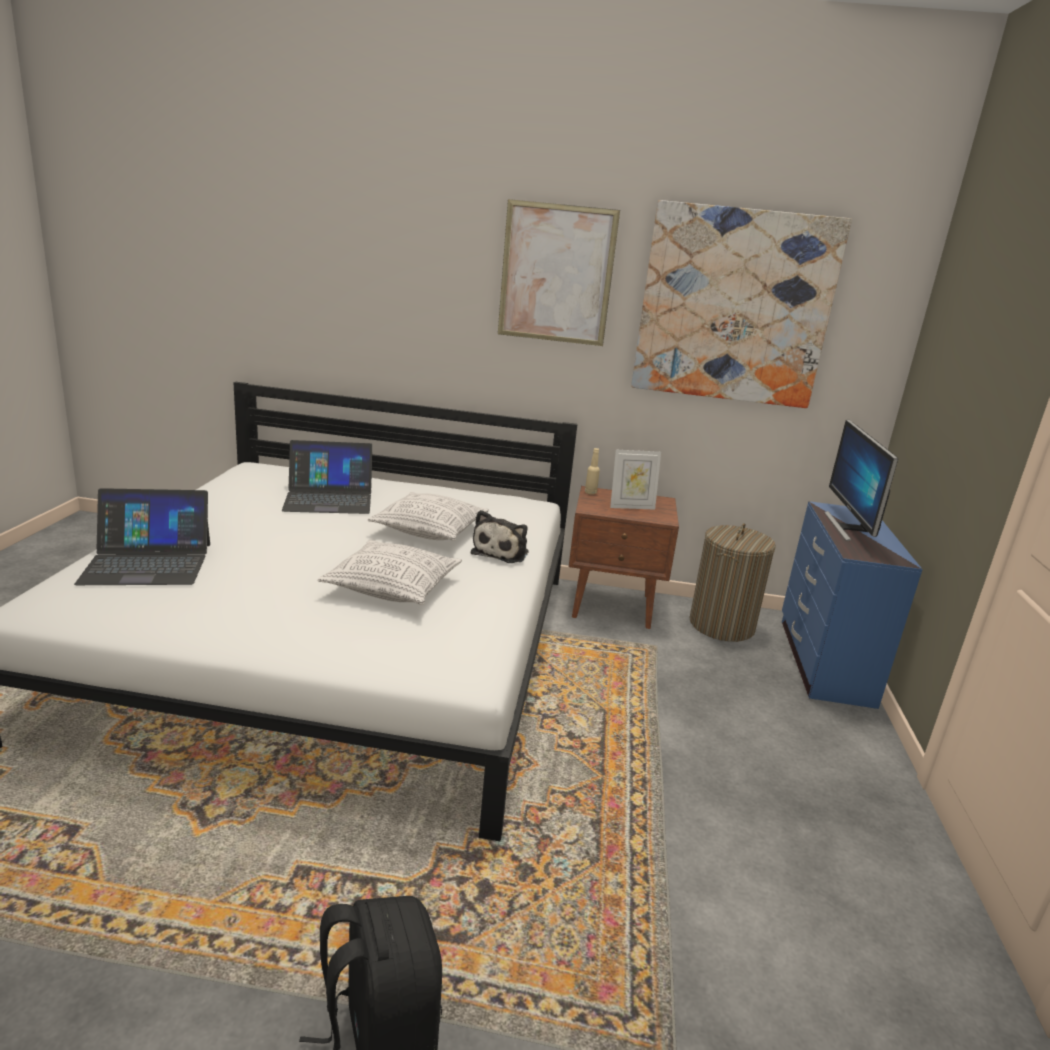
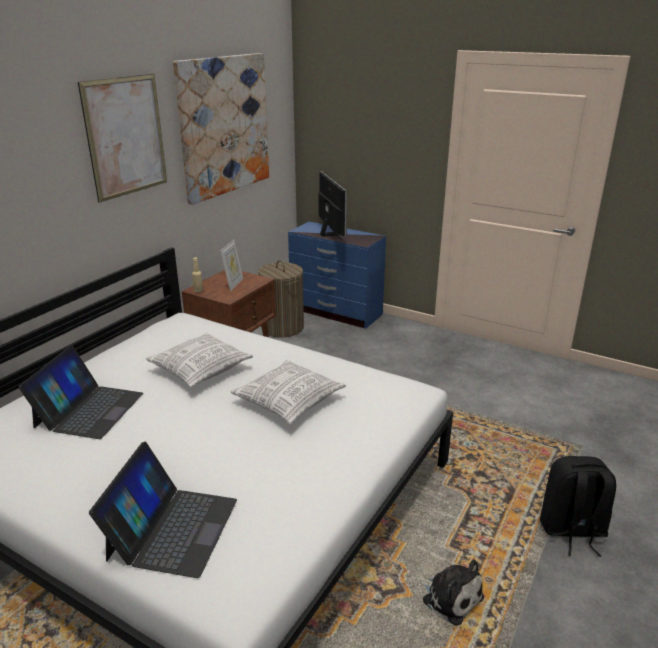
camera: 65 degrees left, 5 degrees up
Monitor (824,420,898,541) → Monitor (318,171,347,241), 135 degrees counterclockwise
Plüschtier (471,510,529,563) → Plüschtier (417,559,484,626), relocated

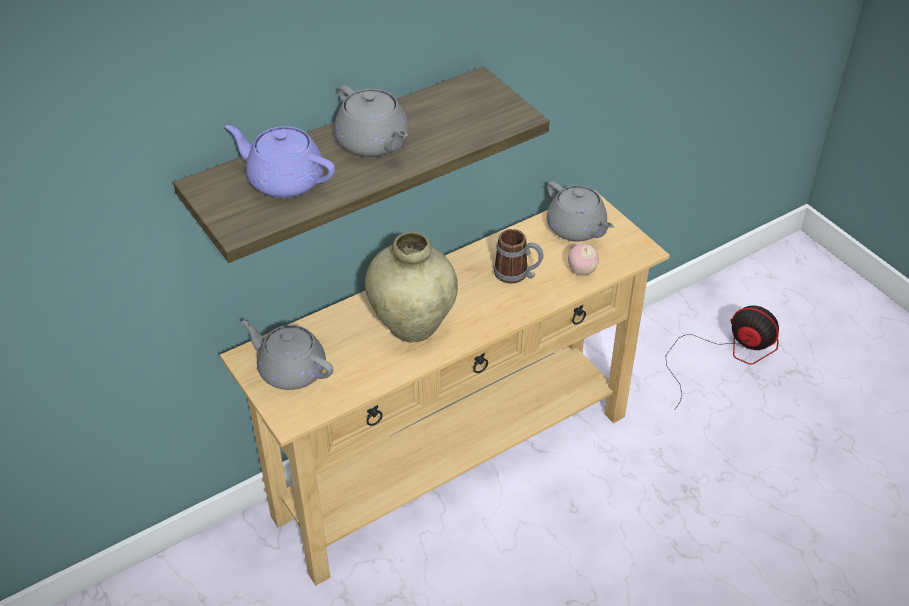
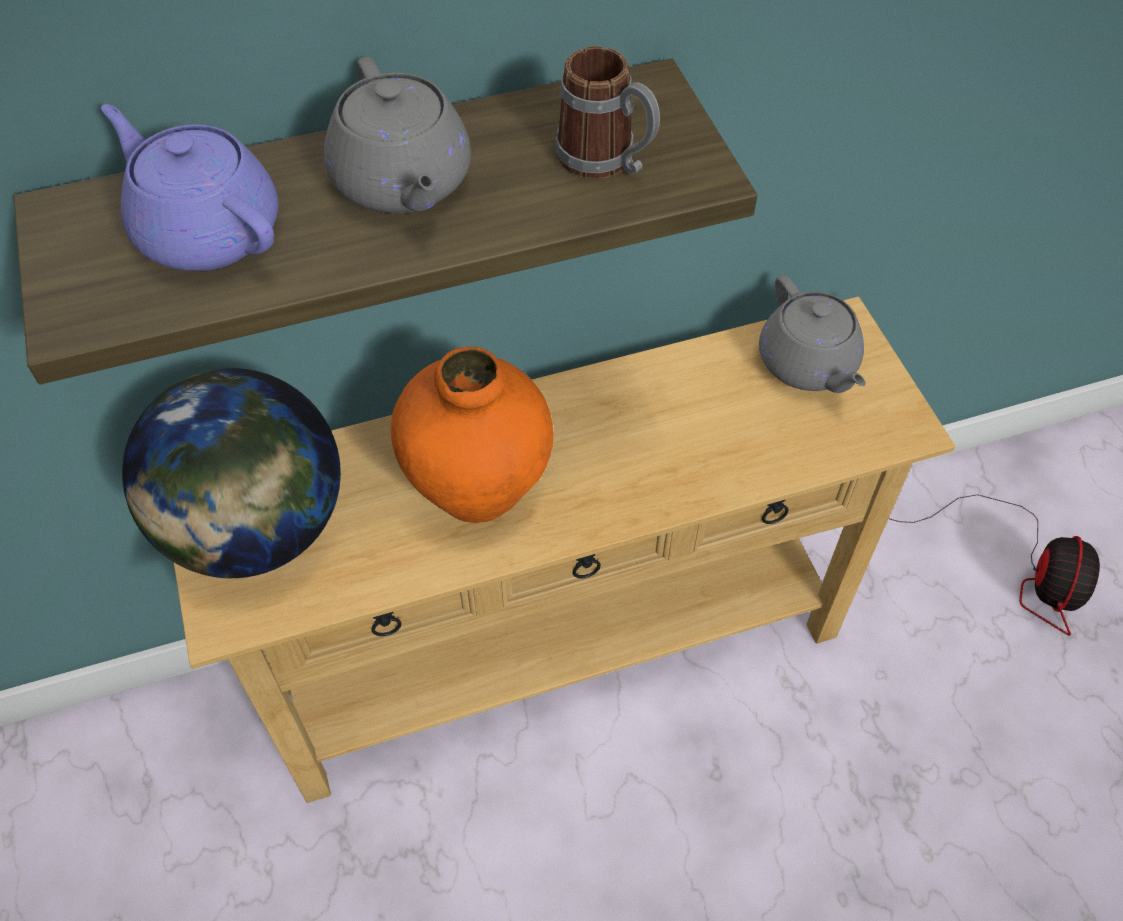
camera: 15 degrees right, 10 degrees up
Henkelbecher (493,229,543,284) → Henkelbecher (555,46,660,179), relocated
Vase [beige] (365,232,458,343) → Vase [orange] (391,347,554,523)
Apfel (568,244,599,276) → -
Ventilator (666,305,779,410) → Ventilator (888,494,1100,636), 60 degrees clockwise
Teekanne [grau] (241,320,333,390) → Globus (122,368,341,578)

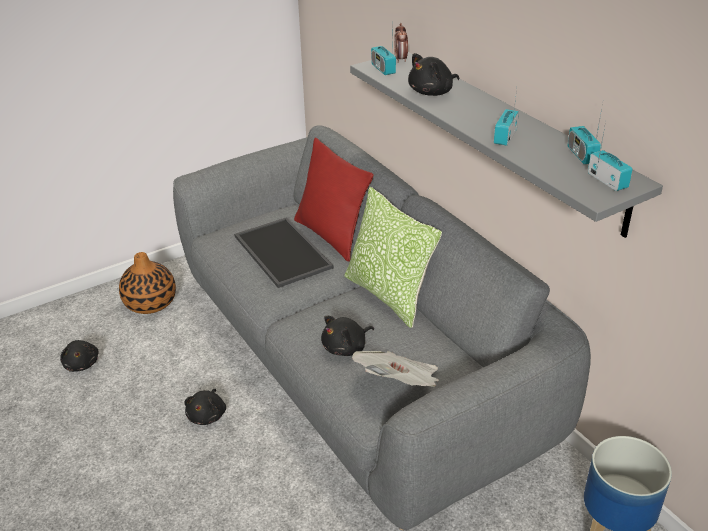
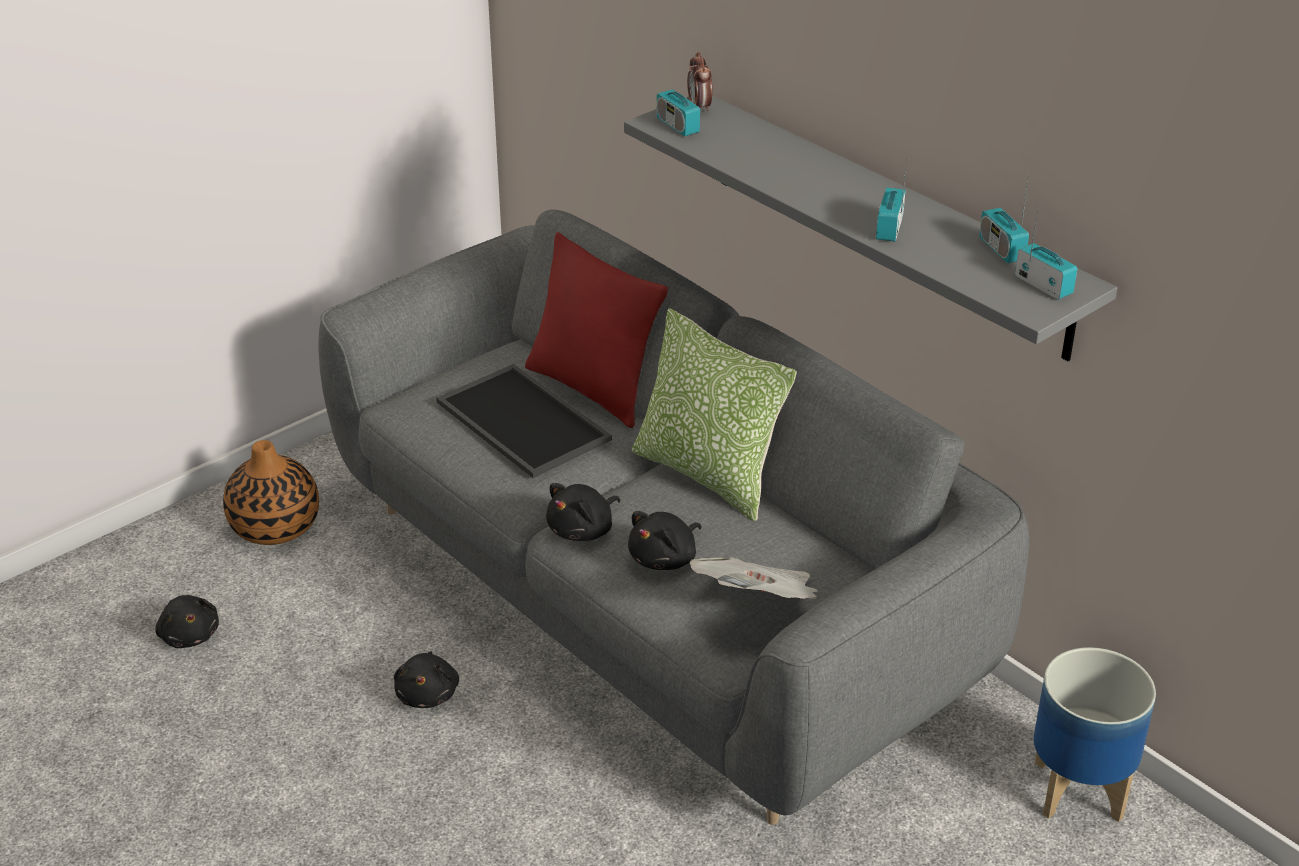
camera: 10 degrees left, 0 degrees up
Plüschtier [schwarz] (408,53,459,96) → Plüschtier [schwarz] (546,483,620,541), relocated

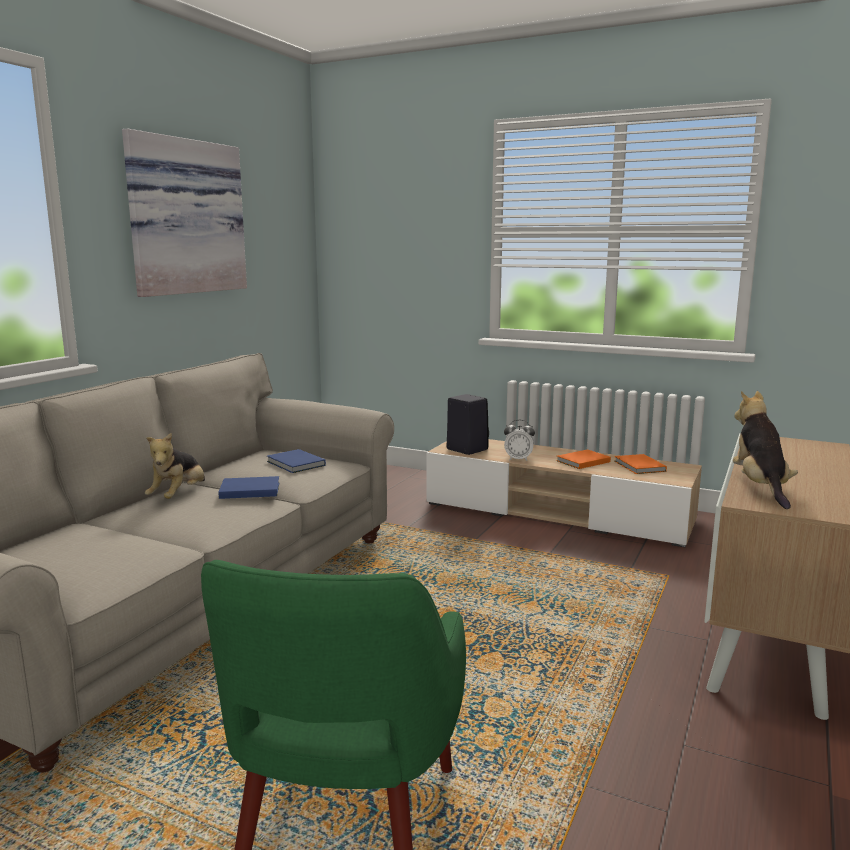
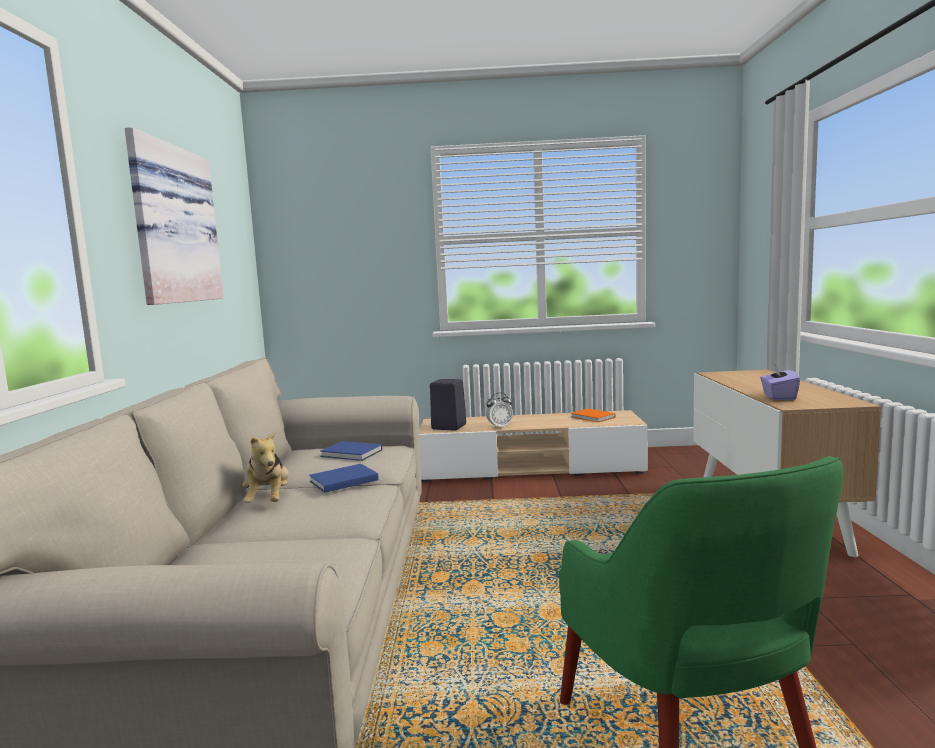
camera: 25 degrees left, 5 degrees down
Plüschtier (733,391,798,509) → Taschentuchbox [lila] (760,364,800,400)
Buch [orange] (556,449,611,469) → -

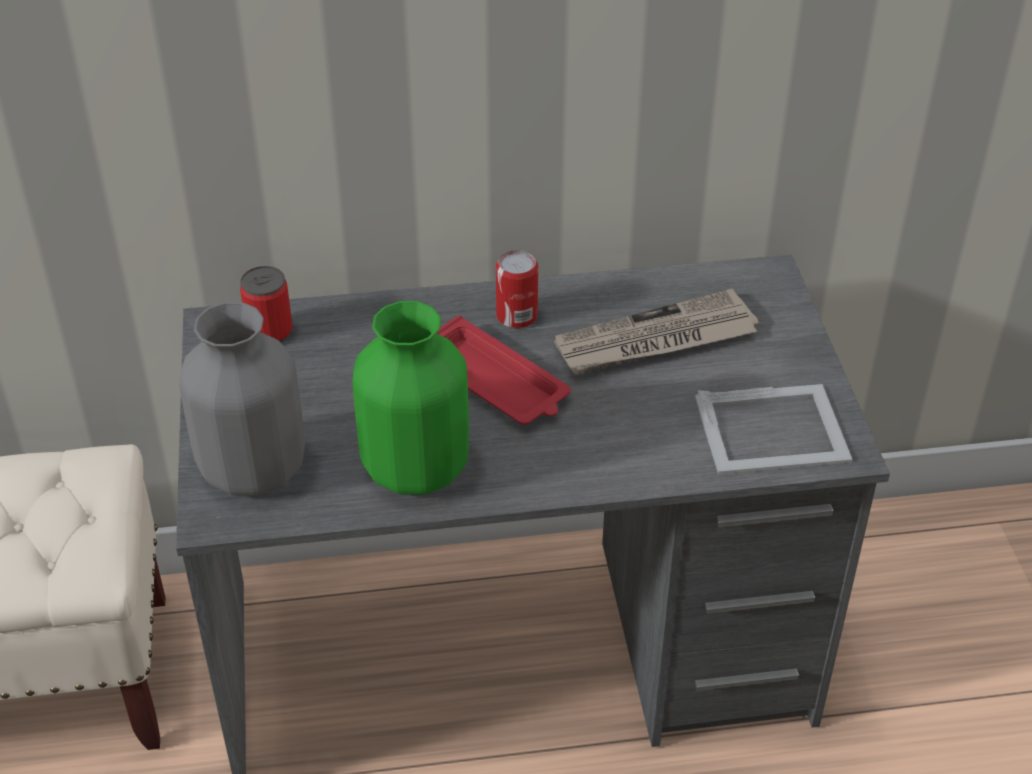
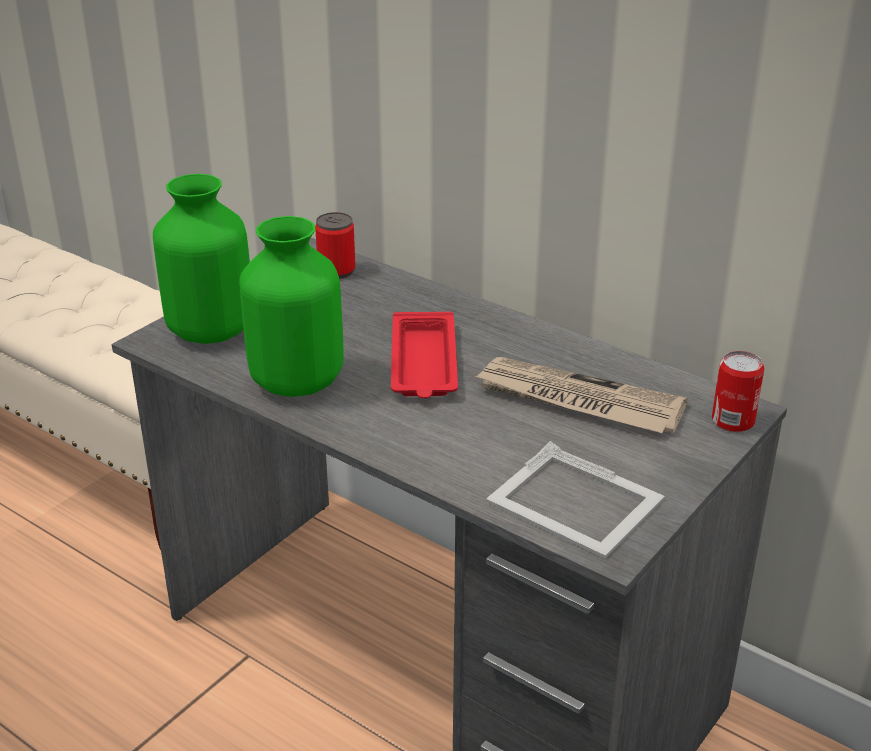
camera: 45 degrees right, 10 degrees down
Dose (496,250,538,328) → Dose (712,351,764,432), relocated
Vase [grau] (179,302,305,496) → Vase [grün] (153,174,250,344)

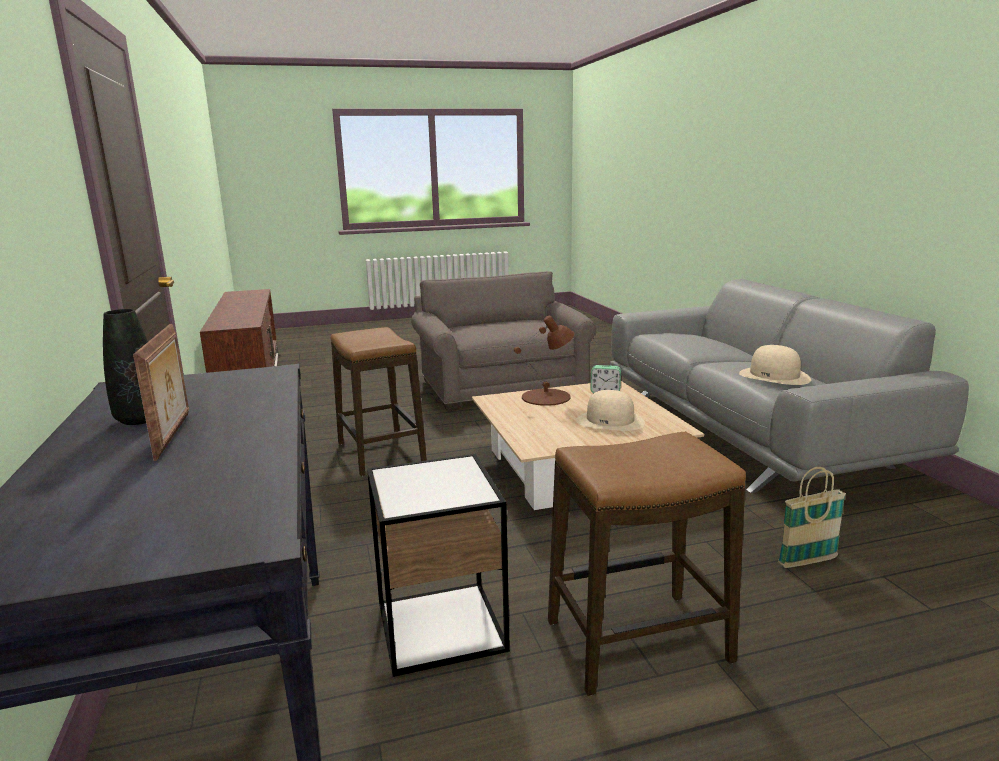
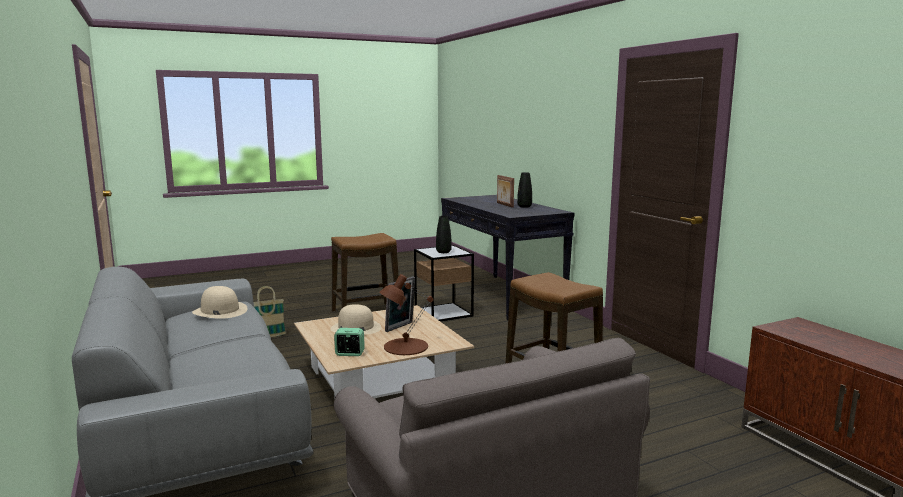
camera: 170 degrees right, 5 degrees down
- → Vase [schwarz] (436,216,452,253)
- → Bilderrahmen (385,277,415,332)

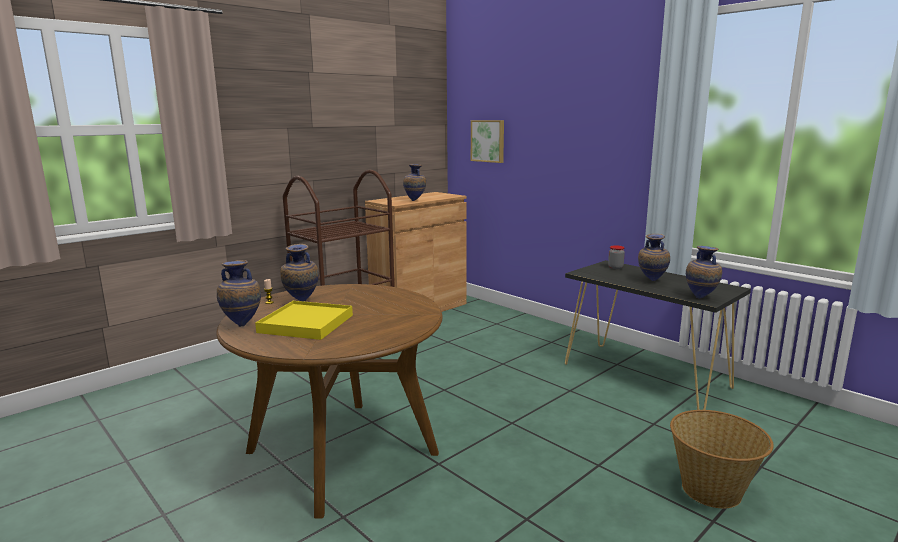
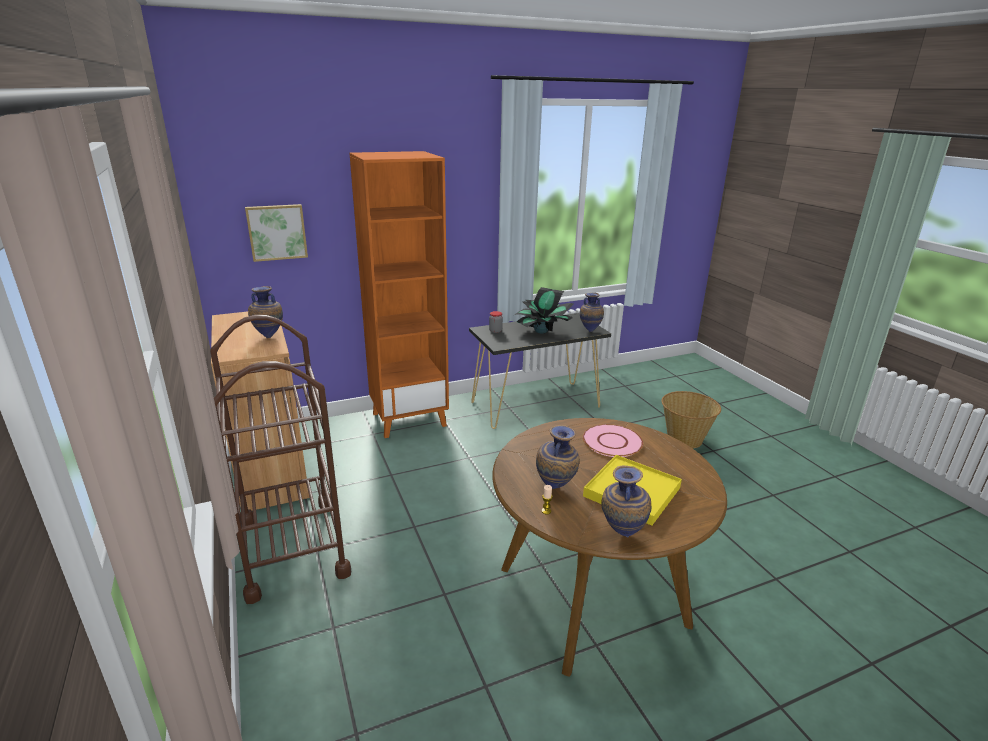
camera: 70 degrees left, 10 degrees up
Vase (638,234,670,281) → Topfpflanze (514,287,574,334)
- → Bücherregal [orange] (349,151,449,438)
- → Teller [rosa] (583,424,643,457)

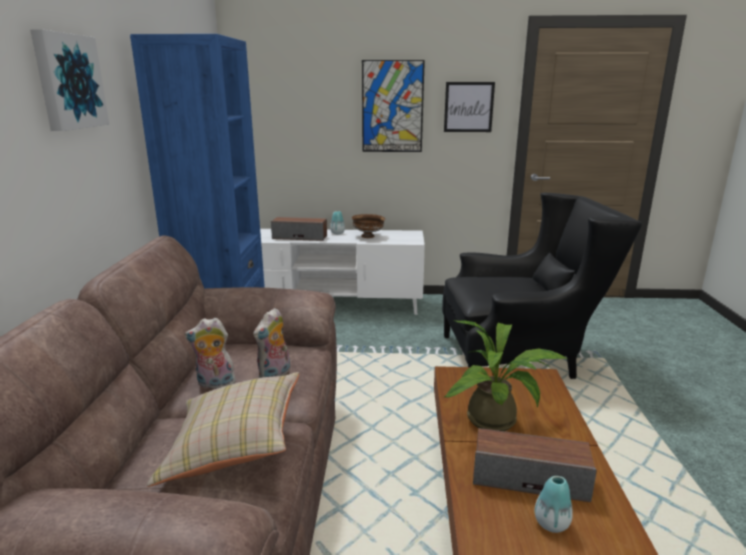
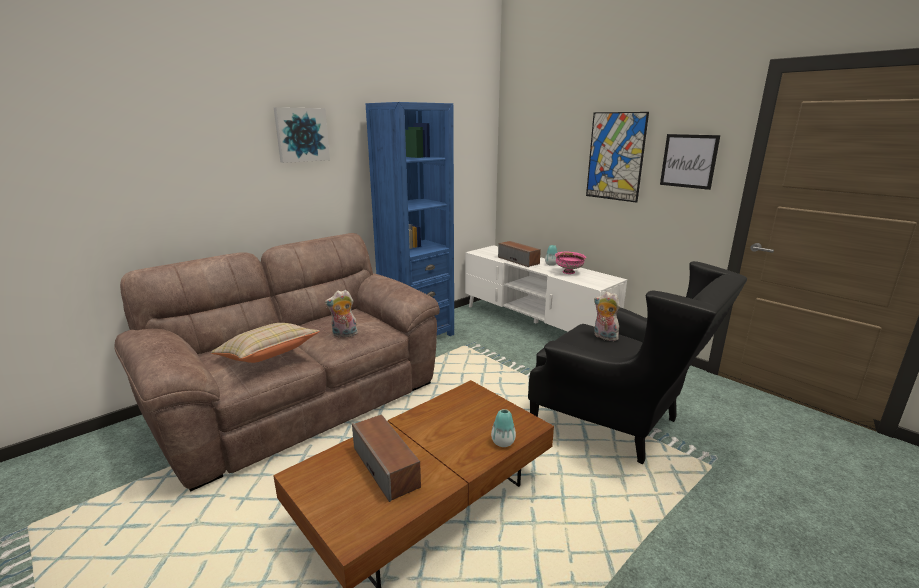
camera: 45 degrees right, 0 degrees up
Schüssel [braun] (352,214,385,238) → Schüssel [rosa] (555,252,586,274)
Plüschtier (185,318,236,389) → Plüschtier (594,292,620,341), relocated
Topfpflanze (444,320,568,431) → -
Vase (535,476,573,533) → Vase (491,409,516,447), relocated

